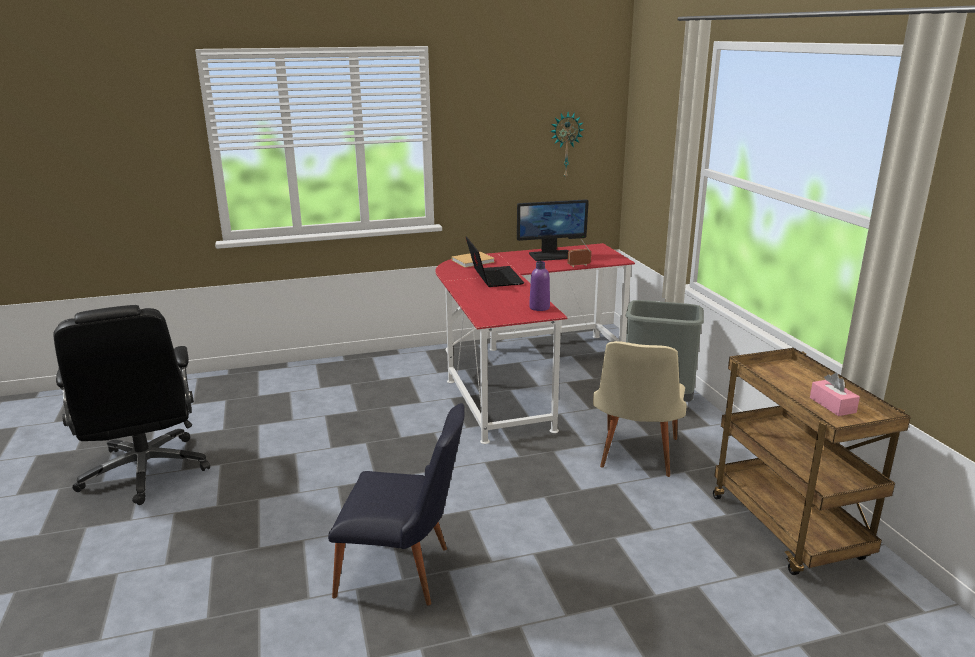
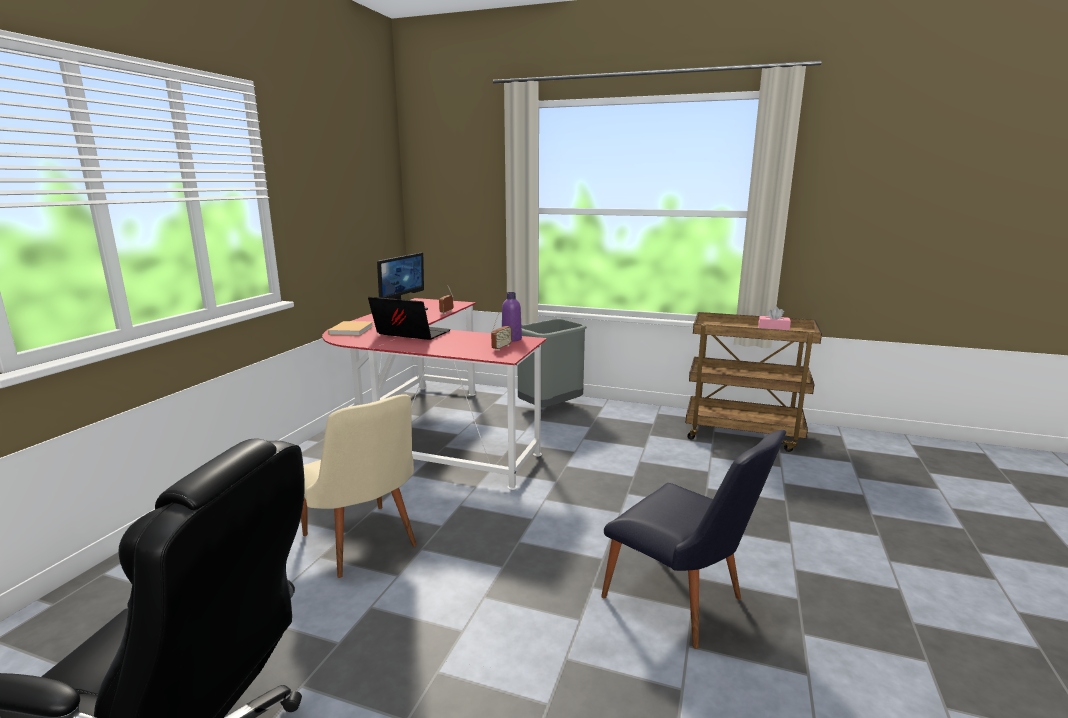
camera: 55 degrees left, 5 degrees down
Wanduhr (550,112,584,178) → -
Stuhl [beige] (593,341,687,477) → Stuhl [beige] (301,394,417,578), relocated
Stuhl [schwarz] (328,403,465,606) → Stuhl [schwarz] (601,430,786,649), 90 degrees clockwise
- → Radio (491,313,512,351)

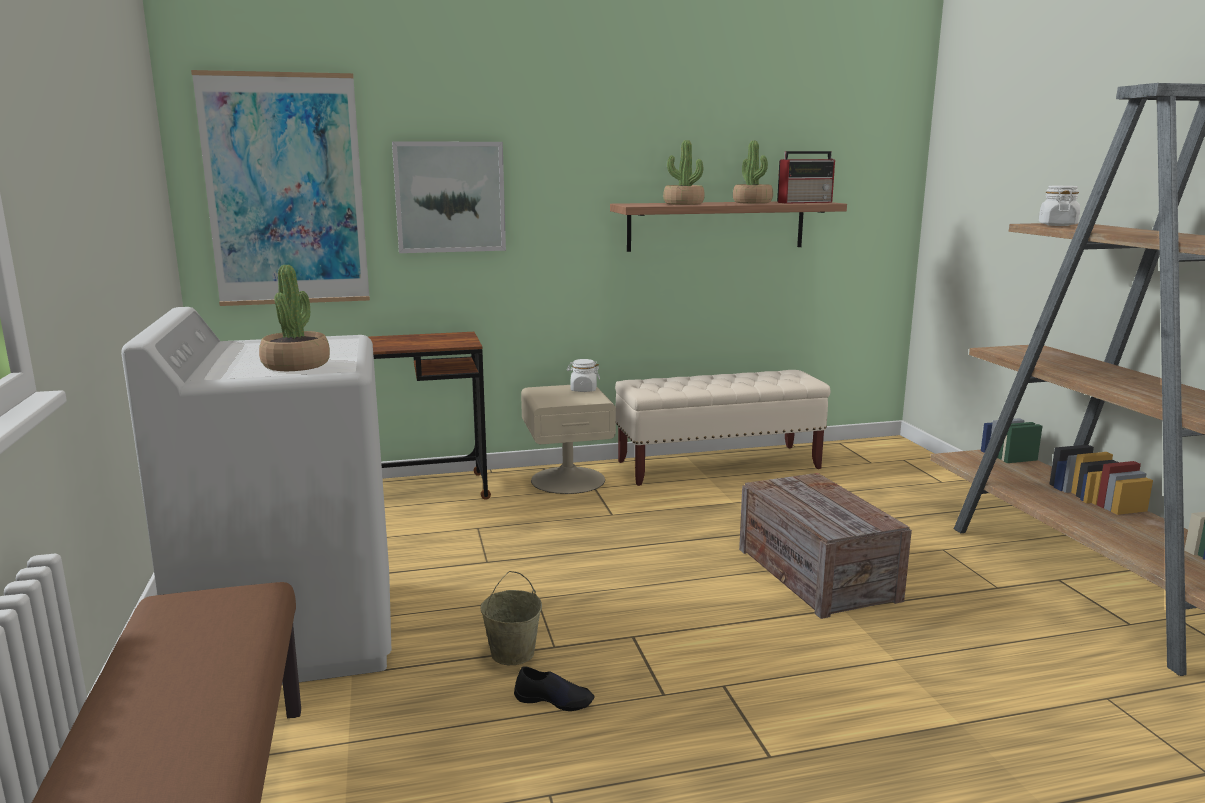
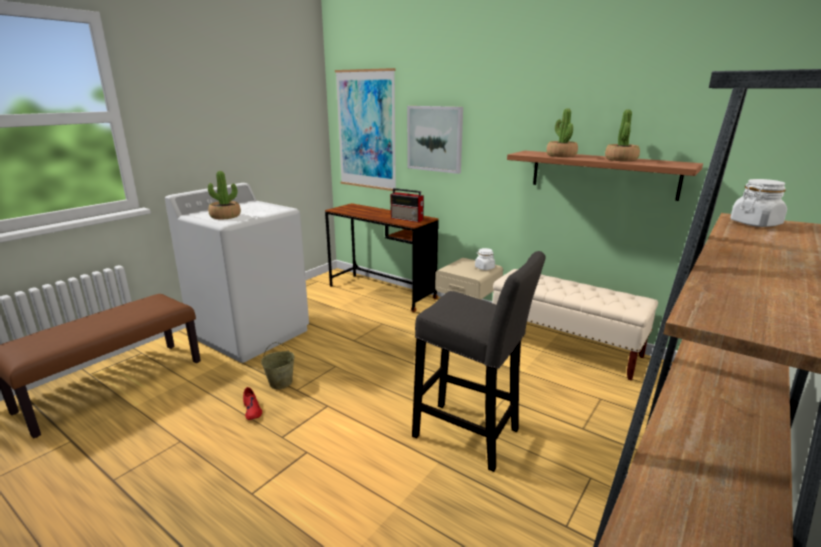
camera: 50 degrees right, 5 degrees up
Radio (777,151,835,204) → Radio (391,188,424,222), relocated
Kiste (739,473,912,619) → Hocker [grau] (412,251,546,472)
Schuh [schwarz] (514,666,594,711) → Schuh [rot] (243,387,262,420)

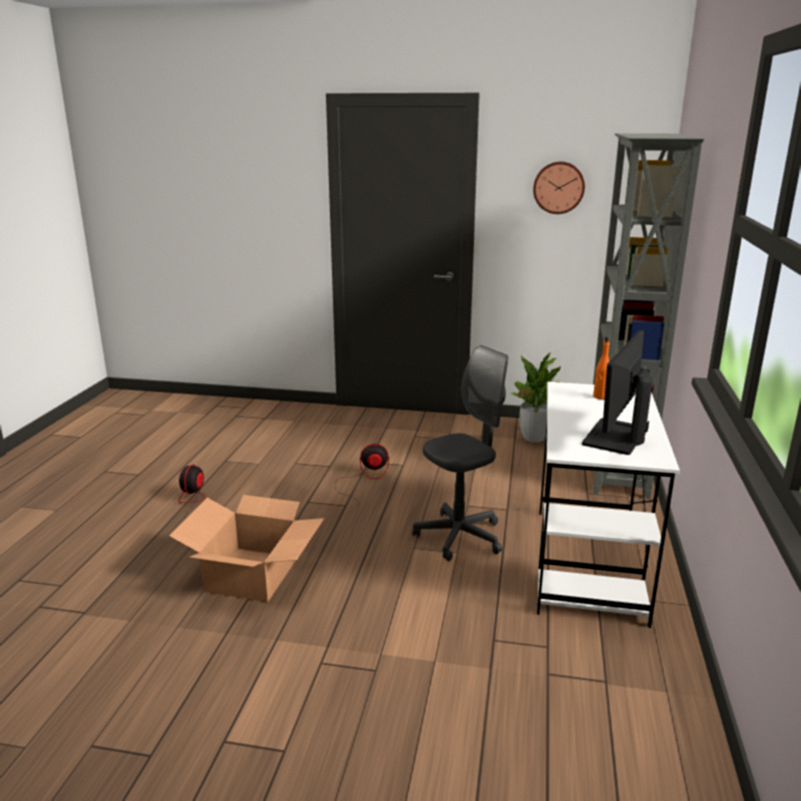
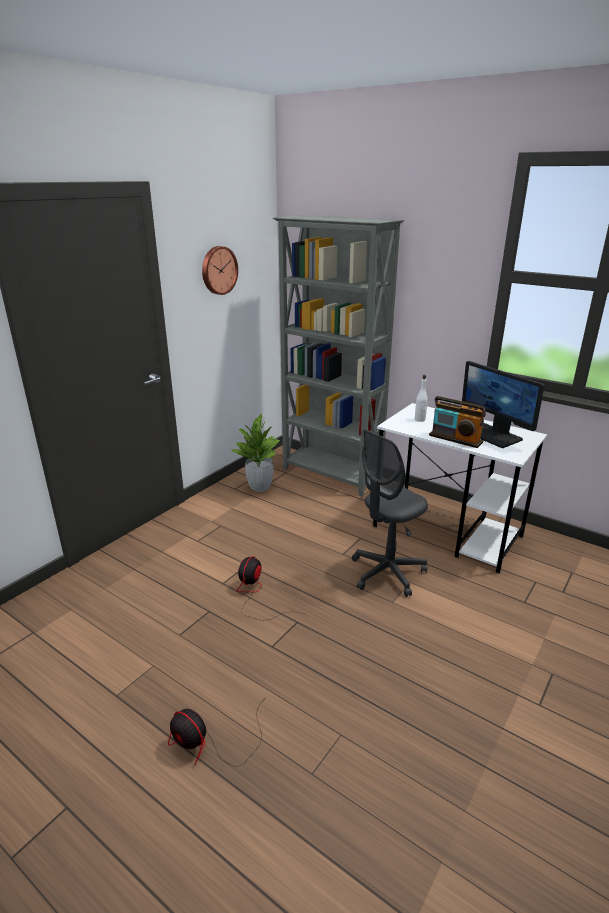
camera: 65 degrees left, 5 degrees up
Flasche [orange] (593,336,610,399) → Flasche [weiß] (415,375,428,422)
Bürostuhl [grau] (412,345,508,561) → Bürostuhl [grau] (352,429,428,597), 120 degrees counterclockwise
Karton (169,495,324,602) → -
- → Radio (429,396,486,448)

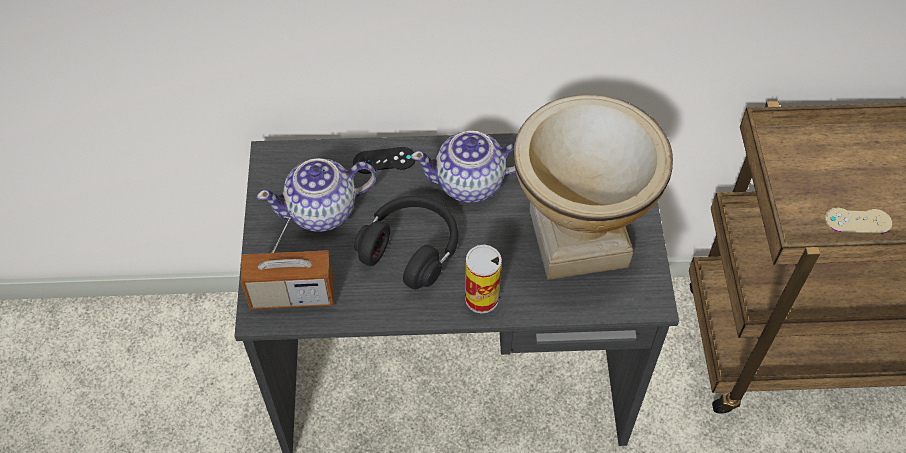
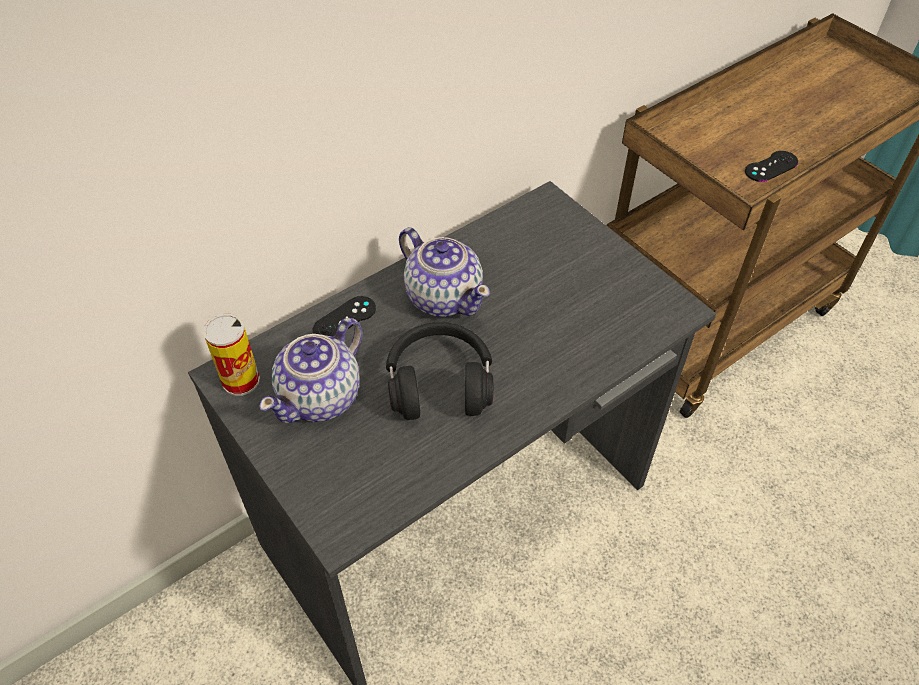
camera: 35 degrees left, 5 degrees down
Vase (514,95,673,279) → -
Teekanne (411,131,516,203) → Teekanne (399,228,490,317), 90 degrees counterclockwise
Gamepad [beige] (825,207,892,234) → Gamepad [schwarz] (745,151,798,182)
Radio (240,210,334,310) → -
Dose (465,245,502,313) → Dose (203,314,260,396), relocated

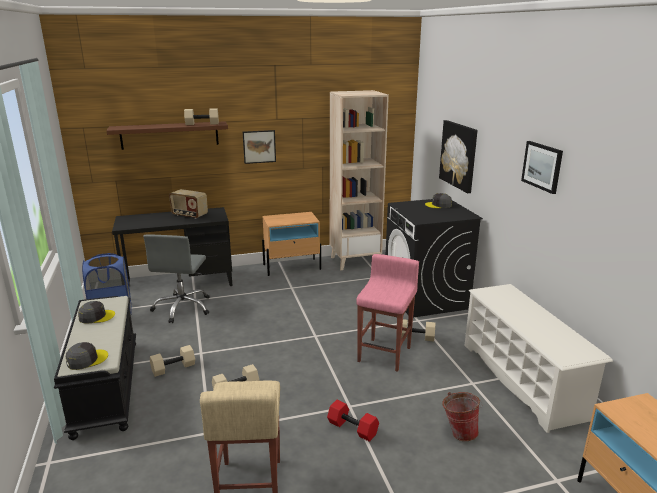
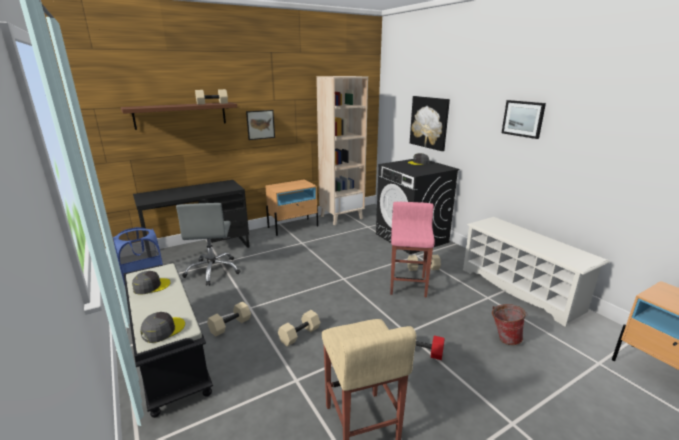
camera: 15 degrees left, 0 degrees up
Radio (169,189,208,219) → -

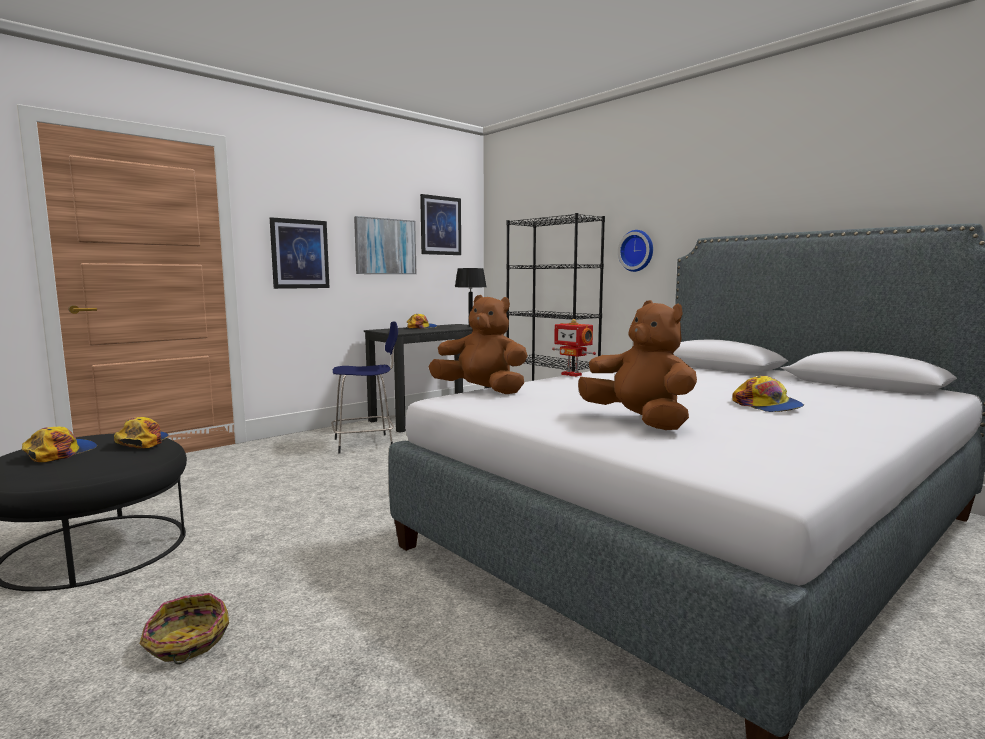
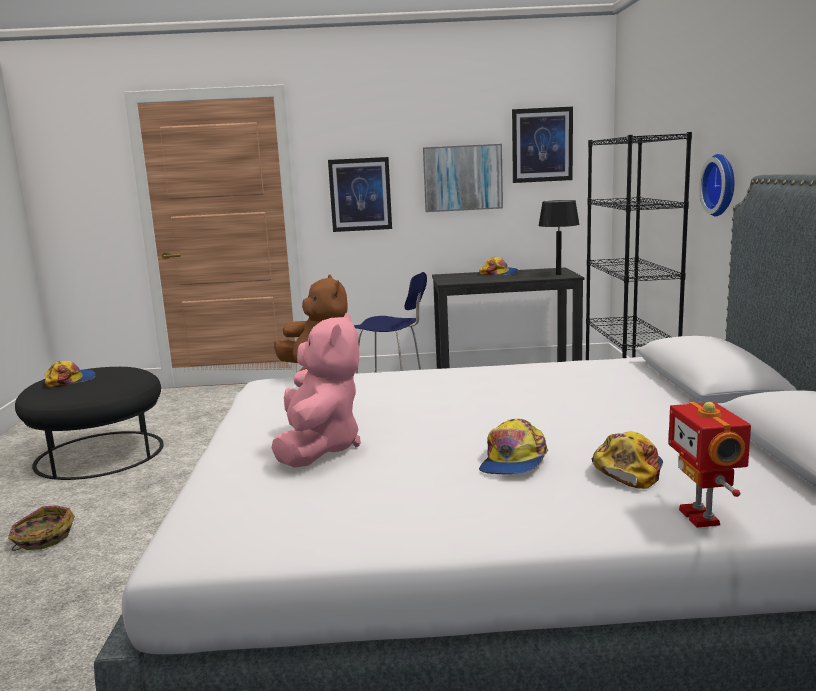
camera: 40 degrees right, 5 degrees up
Plüschtier [braun] (578,300,697,430) → Plüschtier [rosa] (271,312,361,468)
Spielzeugroboter (552,319,596,377) → Spielzeugroboter (668,402,751,528), relocated
Kappe (114,417,169,448) → Kappe (592,431,663,489), relocated

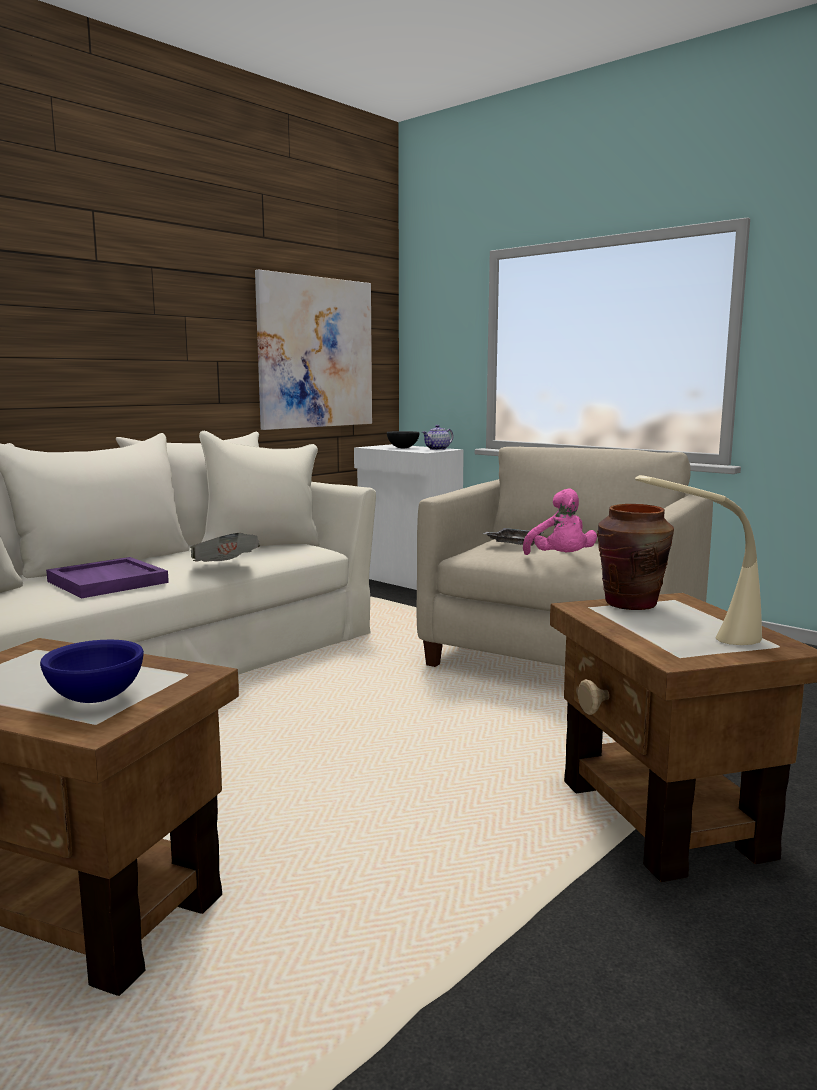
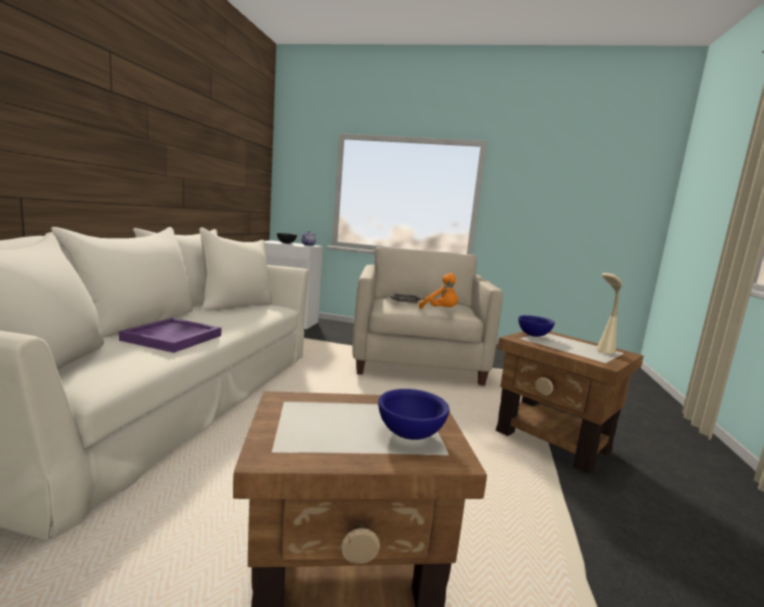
camera: 30 degrees left, 0 degrees up
Bild (255,270,372,430) → -
Plüschtier [rosa] (523,488,597,555) → Plüschtier [orange] (419,273,458,309)
Vase [braun] (597,504,674,610) → Schüssel [blau] (518,315,555,337)
Zeitung (190,533,260,562) → -

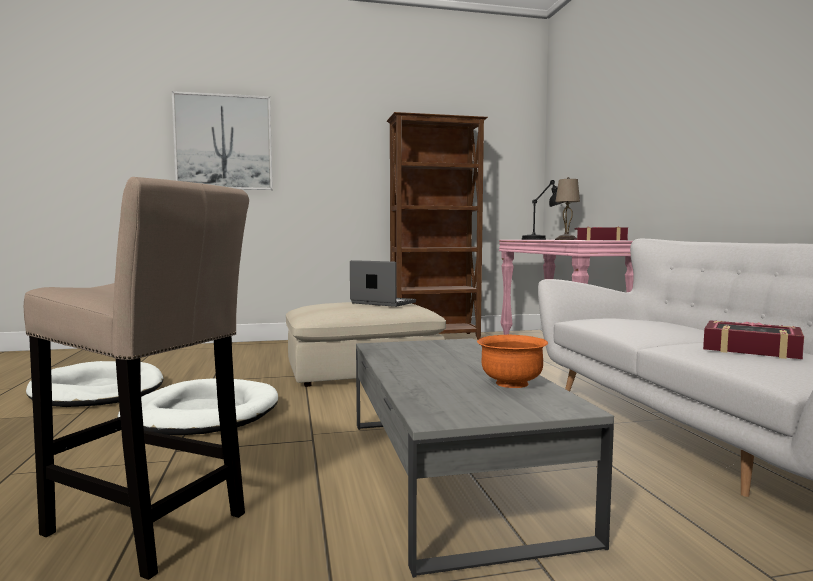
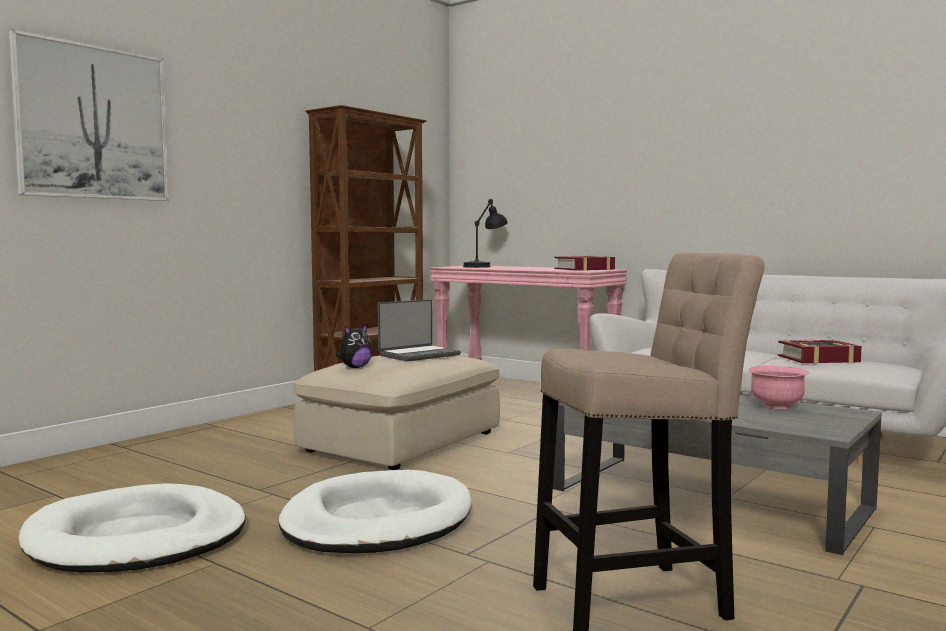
camera: 40 degrees left, 0 degrees up
Tischlampe [beige] (555,177,580,240) → -
Laptop (350,260,416,307) → Laptop (378,299,461,362), 150 degrees clockwise
Schüssel [orange] (477,334,548,388) → Schüssel [rosa] (748,366,809,409)
- → Plüschtier (336,324,373,368)

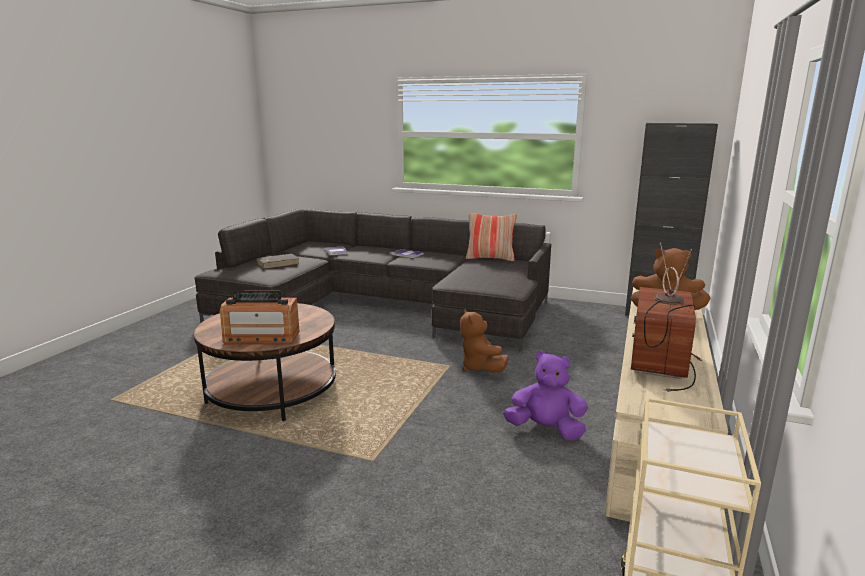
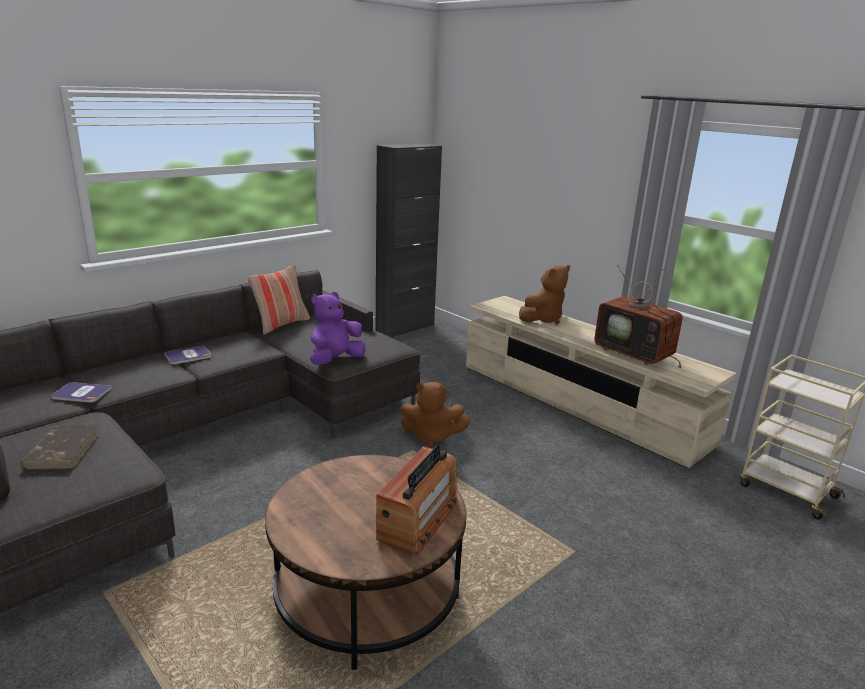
camera: 65 degrees left, 5 degrees up
Plüschtier [lila] (503,351,588,441) → Plüschtier [lila] (310,292,365,365), relocated

